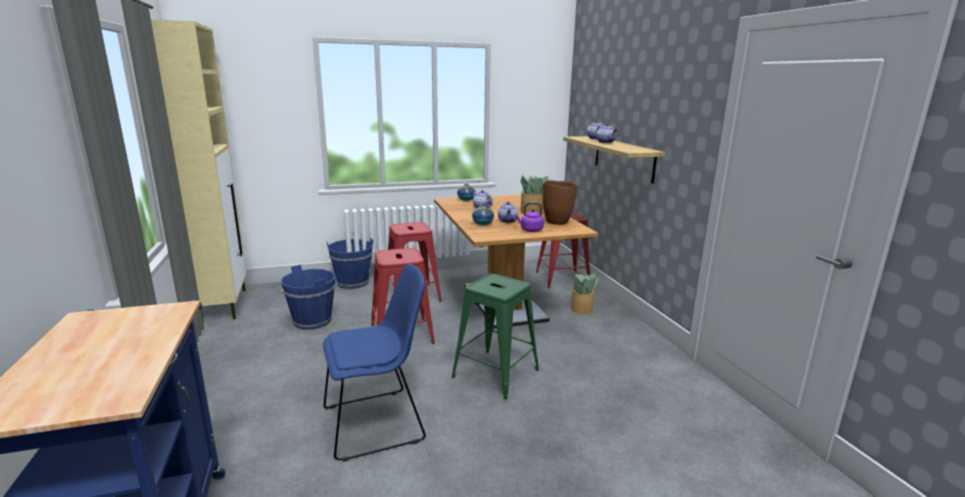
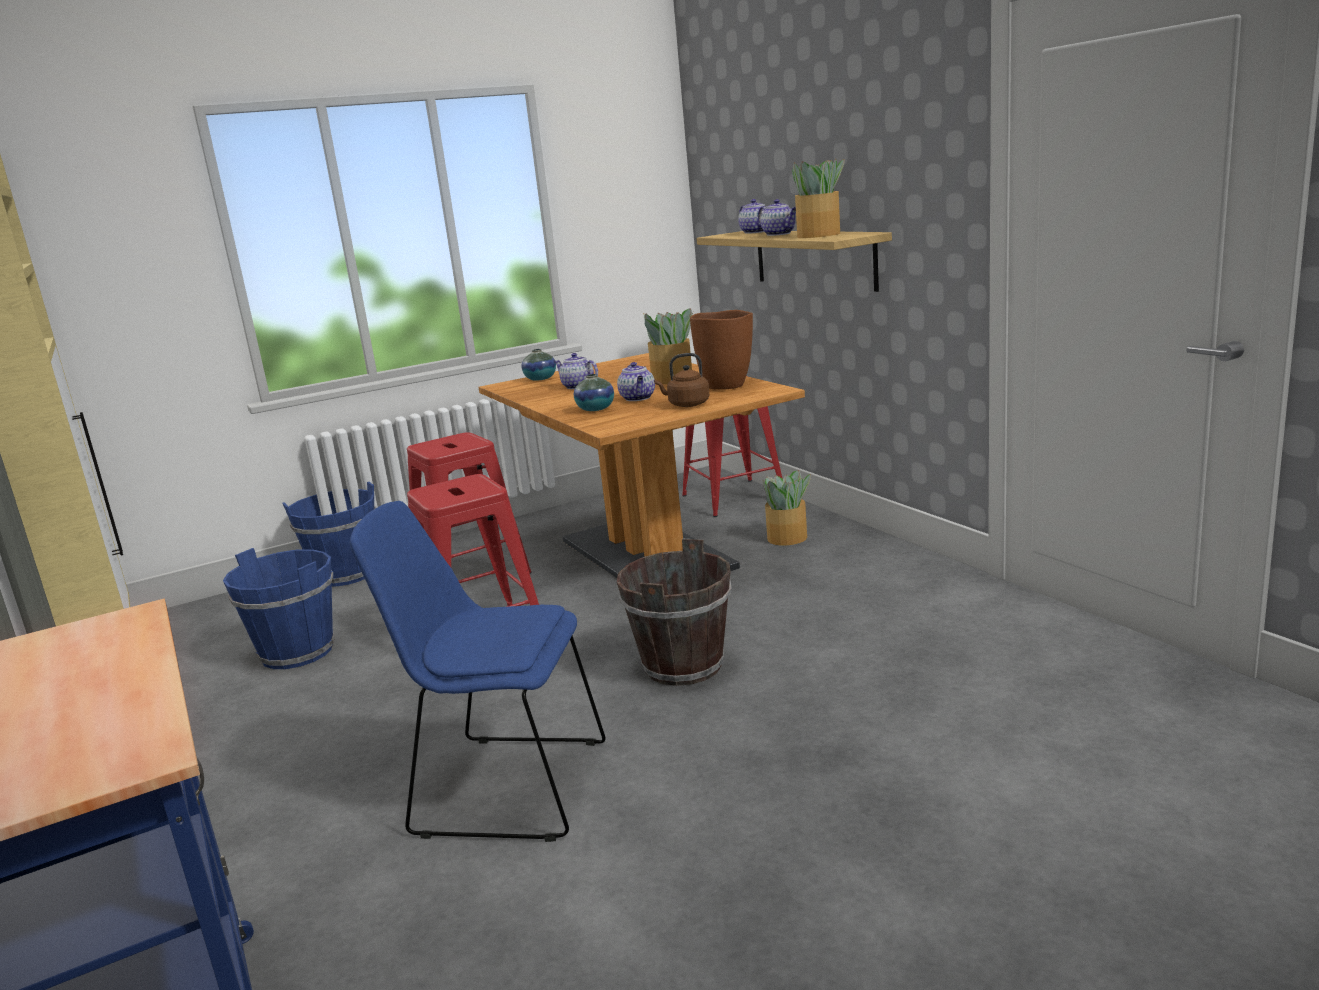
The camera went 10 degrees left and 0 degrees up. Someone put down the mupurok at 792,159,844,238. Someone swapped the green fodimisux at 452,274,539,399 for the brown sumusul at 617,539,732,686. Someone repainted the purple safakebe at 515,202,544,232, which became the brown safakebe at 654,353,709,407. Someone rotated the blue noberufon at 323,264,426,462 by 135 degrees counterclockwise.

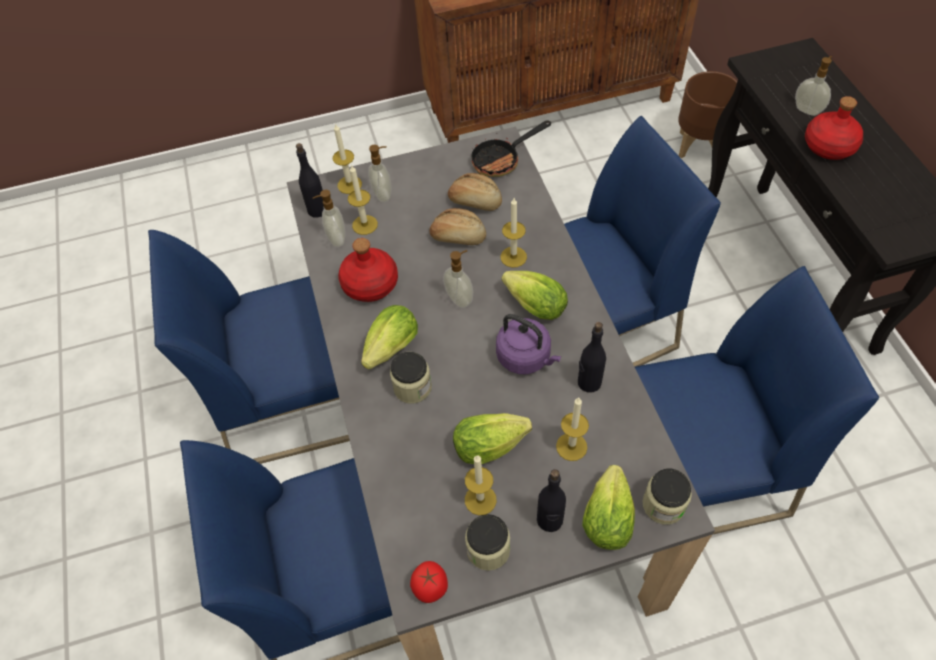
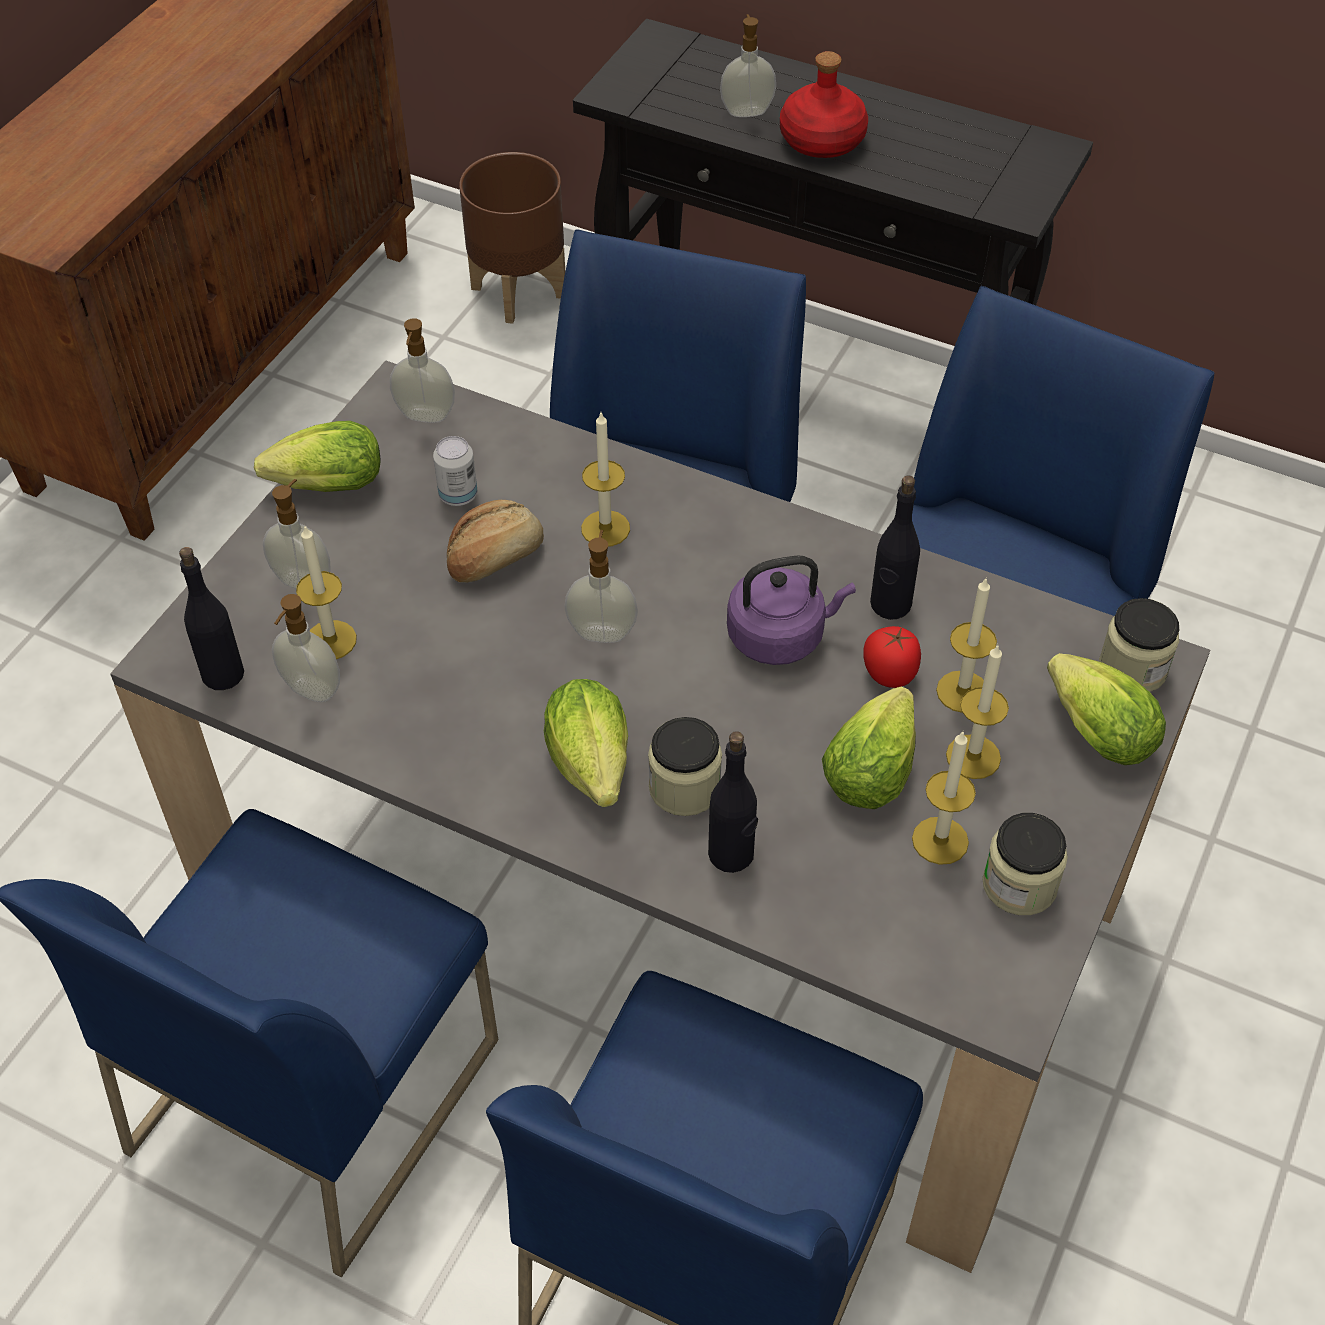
The camera went 50 degrees left and 5 degrees down. Someone took away the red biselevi at 338,238,398,302. Someone carried the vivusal from 333,123,362,194 to 946,644,1009,779. Someone carried the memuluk from 410,561,448,603 to 863,626,921,688. Someone carried the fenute from 502,271,568,320 to 254,421,381,492. Someone carried the black biselevi from 537,469,566,532 to 708,731,758,873. Someone swapped the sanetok at 448,173,502,211 for the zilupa at 433,436,477,506. Someone swapped the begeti at 471,120,551,177 for the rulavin at 390,318,455,423.

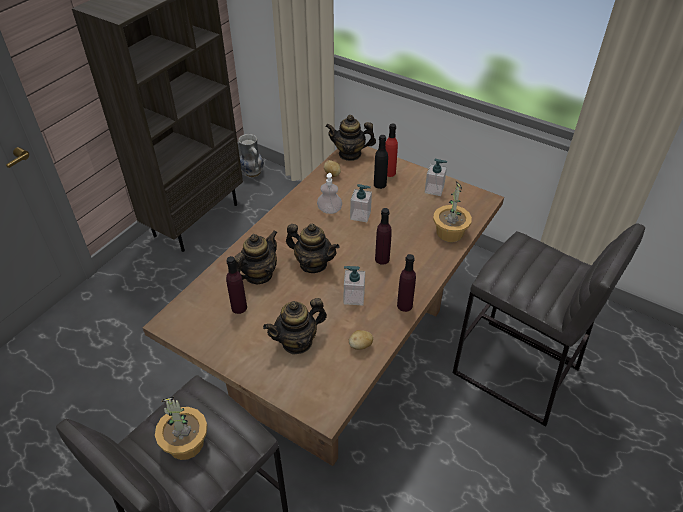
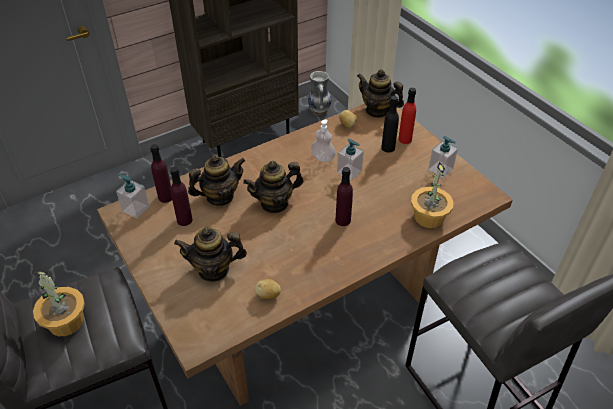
The camera went 25 degrees right and 0 degrees up. Someone carried the rulavin from 344,266,365,305 to 116,174,150,218. Someone carried the purple biselevi from 397,254,416,312 to 150,144,172,203. Someone rotated the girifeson at 286,223,339,273 by 105 degrees clockwise.

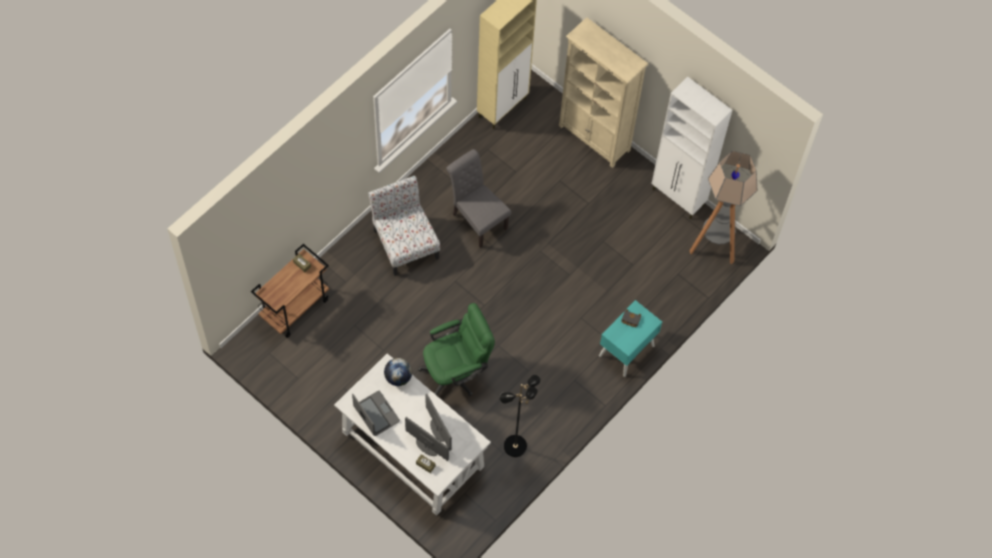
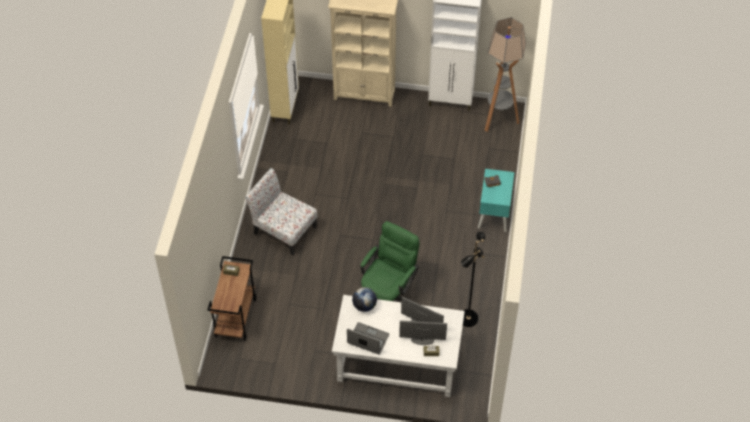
The camera went 30 degrees left and 10 degrees down. Someone took away the grey noberufon at 446,149,511,248.

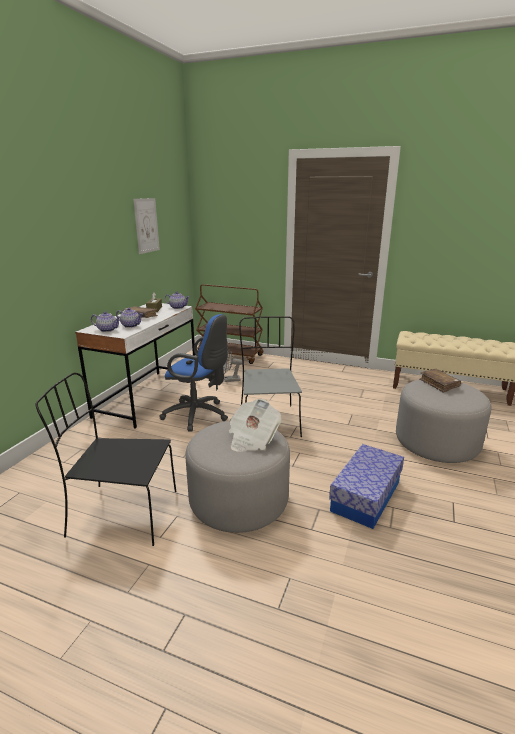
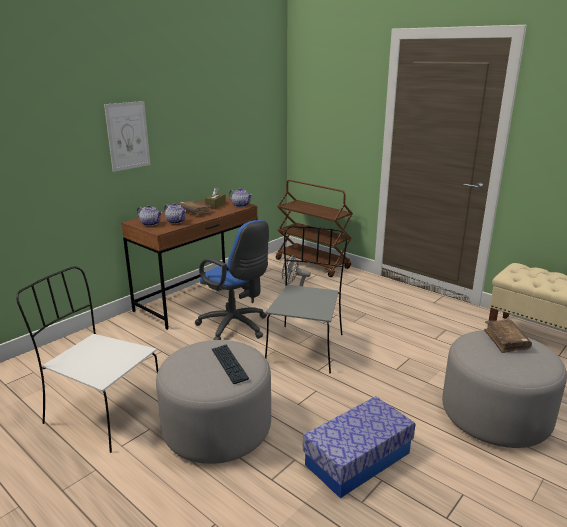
The camera went 20 degrees right and 0 degrees up. Someone carried the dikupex from 133,198,160,254 to 104,101,151,172. Someone swapped the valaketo at 228,399,282,452 for the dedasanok at 212,345,249,384. Someone repainted the black noberufon at 35,373,176,546, which became the white noberufon at 16,266,158,453. Someone repainted the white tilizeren at 75,303,195,429, which became the brown tilizeren at 121,198,258,330.

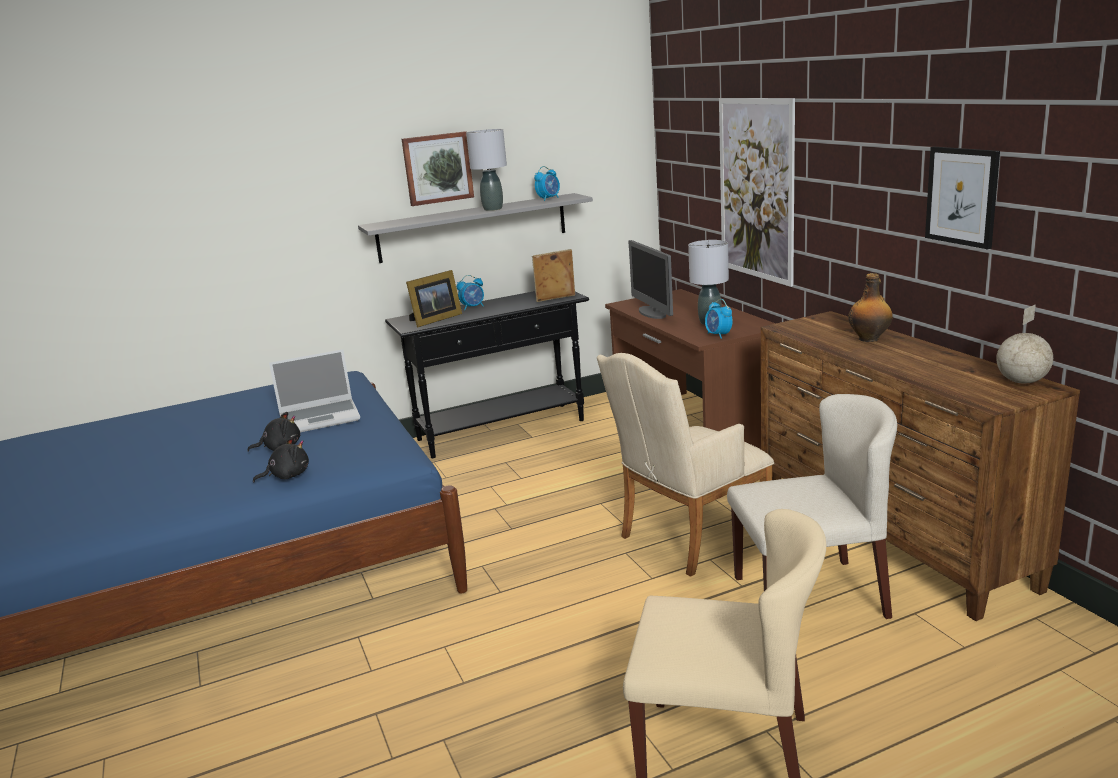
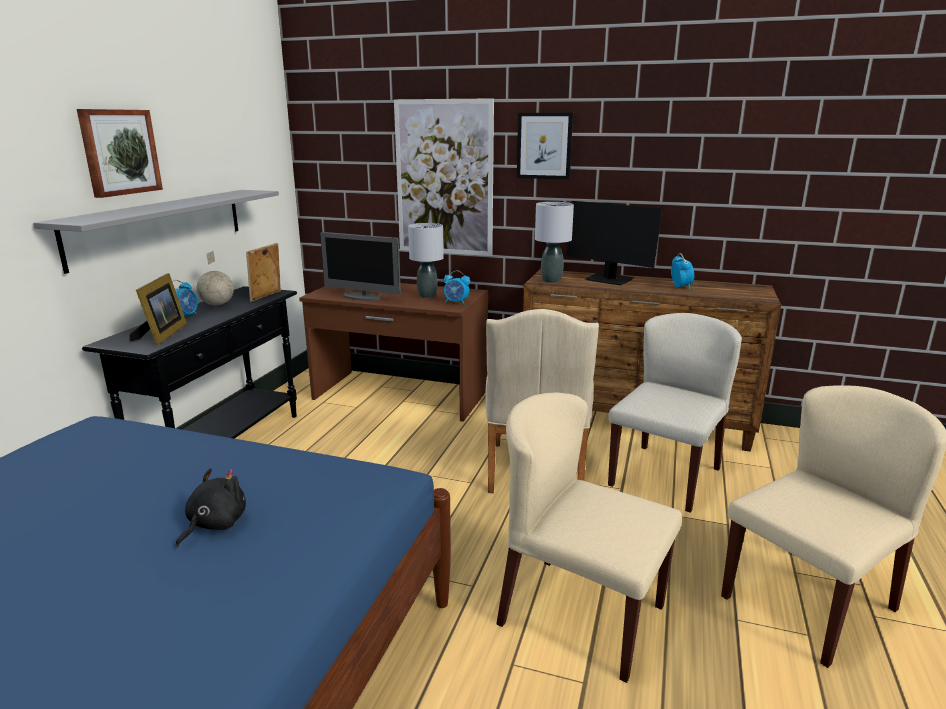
The camera went 50 degrees left and 0 degrees up. Someone took away the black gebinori at 253,437,309,482. Someone took away the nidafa at 269,349,360,432. Someone put down the beige noberufon at 496,392,682,683. Someone carried the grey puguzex from 466,129,507,211 to 535,202,574,283. Someone carried the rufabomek from 534,166,560,201 to 671,253,694,290. Someone carried the dikupex from 925,147,1000,249 to 517,113,573,179. Someone carried the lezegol from 996,304,1053,384 to 197,251,234,306. Someone swapped the biselevi at 848,273,893,342 for the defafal at 566,201,662,285.

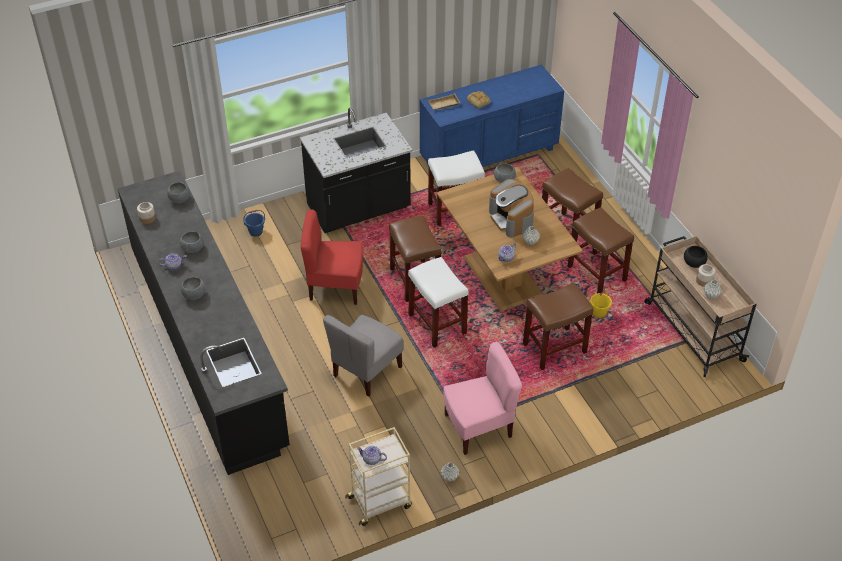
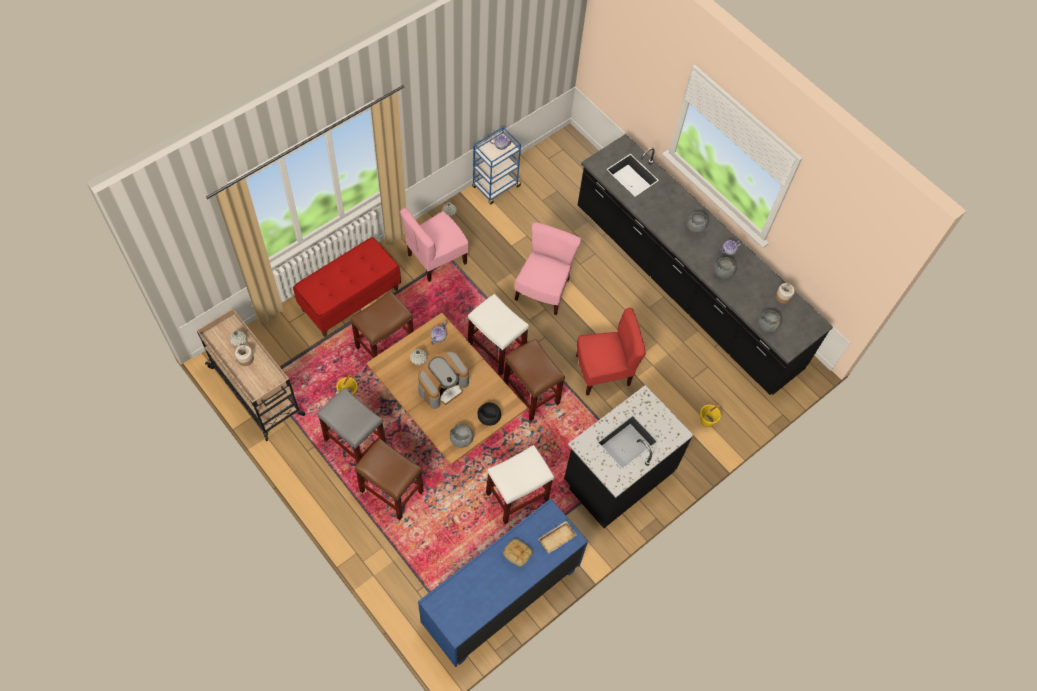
The camera went 160 degrees right and 15 degrees up. Someone put down the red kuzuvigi at 293,237,401,337. Someone carried the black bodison from 684,246,708,268 to 477,402,501,426. Someone repainted the blue sumusul at 243,210,265,236, which became the yellow sumusul at 700,405,721,427. Someone repainted the grey noberufon at 323,315,403,397, which became the pink noberufon at 515,222,581,315. Someone repainted the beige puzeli at 345,427,412,526, which became the blue puzeli at 472,127,522,205. Someone repainted the brown fodimisux at 568,207,634,294, which became the grey fodimisux at 317,388,386,464. Someone rotated the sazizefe at 489,179,534,238 by 90 degrees clockwise.

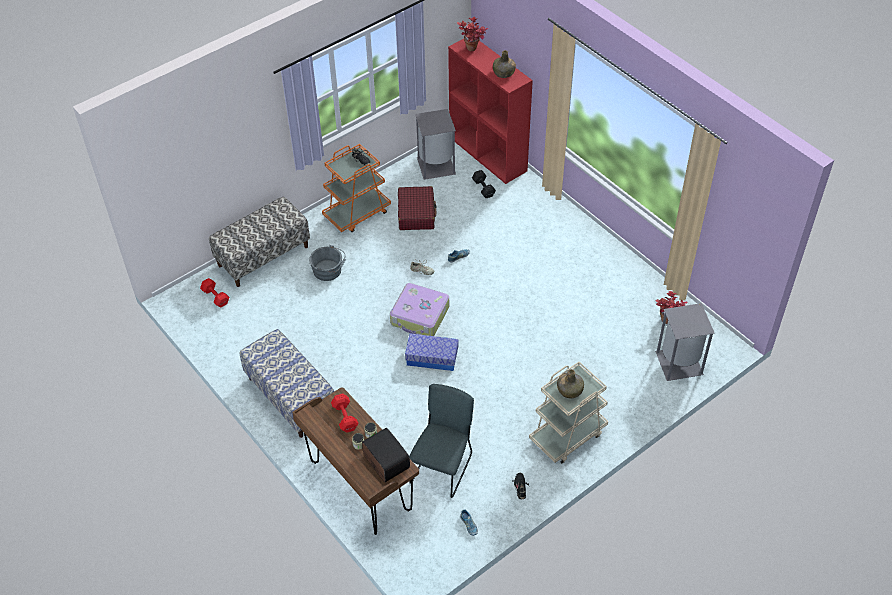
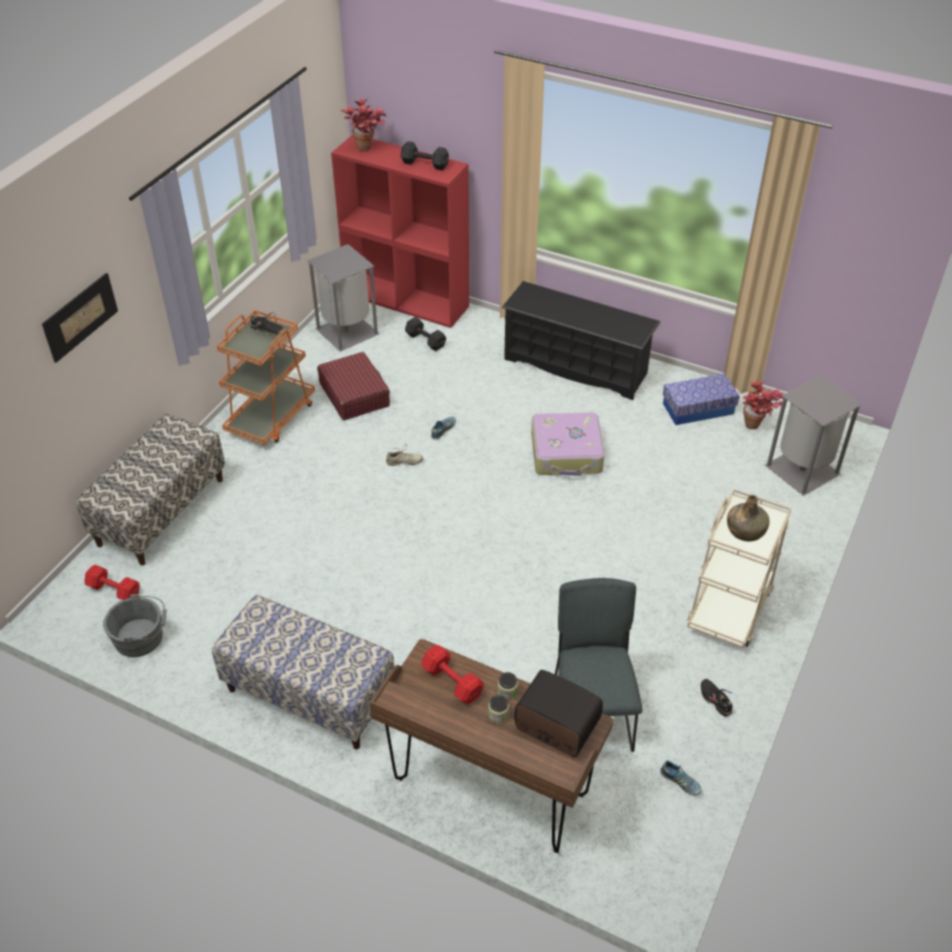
The camera went 25 degrees left and 5 degrees down. Someone put up the dikupex at 42,273,118,363. Someone put down the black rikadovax at 502,281,661,400. Someone carried the grey sumusul from 309,245,346,281 to 103,594,167,657. Someone carried the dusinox from 390,283,449,336 to 531,412,605,476. Someone carried the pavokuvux from 405,333,459,371 to 663,374,740,425. Someone swapped the green biselevi at 493,50,516,78 for the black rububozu at 401,141,449,170.

